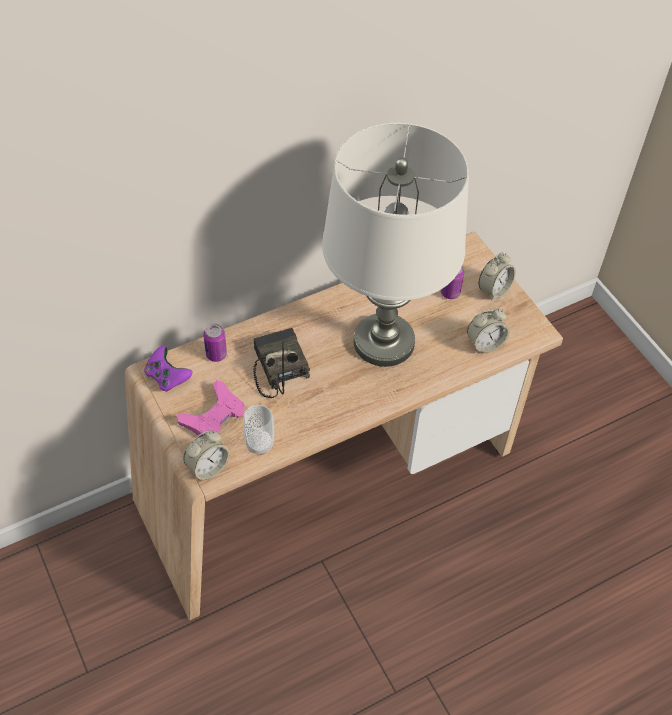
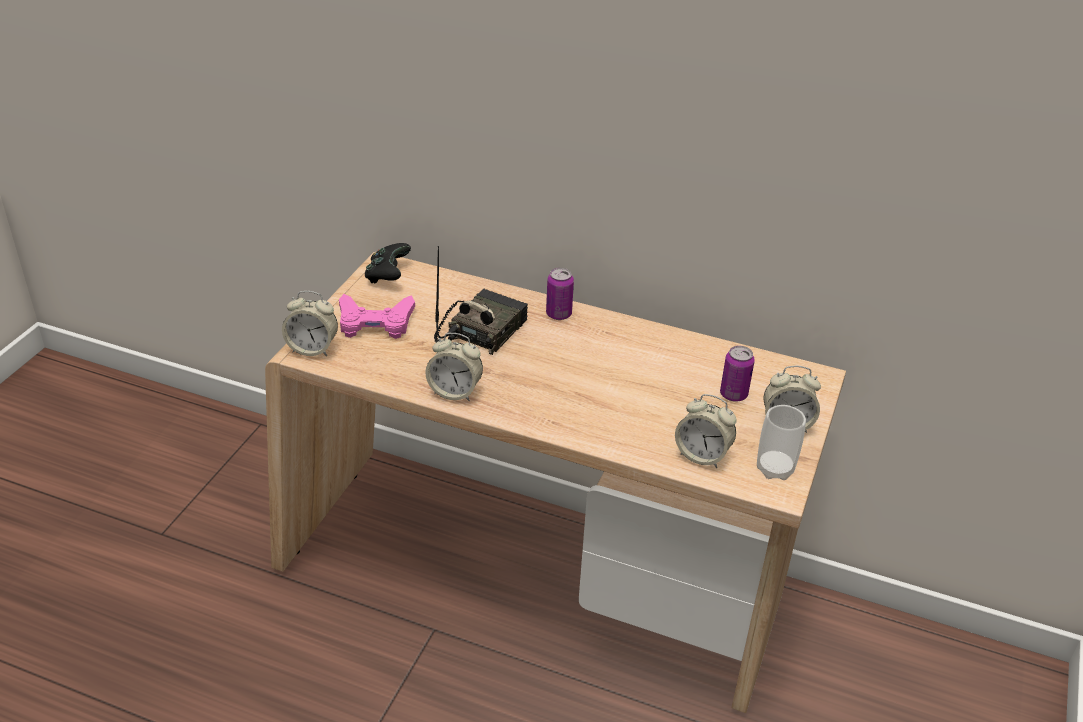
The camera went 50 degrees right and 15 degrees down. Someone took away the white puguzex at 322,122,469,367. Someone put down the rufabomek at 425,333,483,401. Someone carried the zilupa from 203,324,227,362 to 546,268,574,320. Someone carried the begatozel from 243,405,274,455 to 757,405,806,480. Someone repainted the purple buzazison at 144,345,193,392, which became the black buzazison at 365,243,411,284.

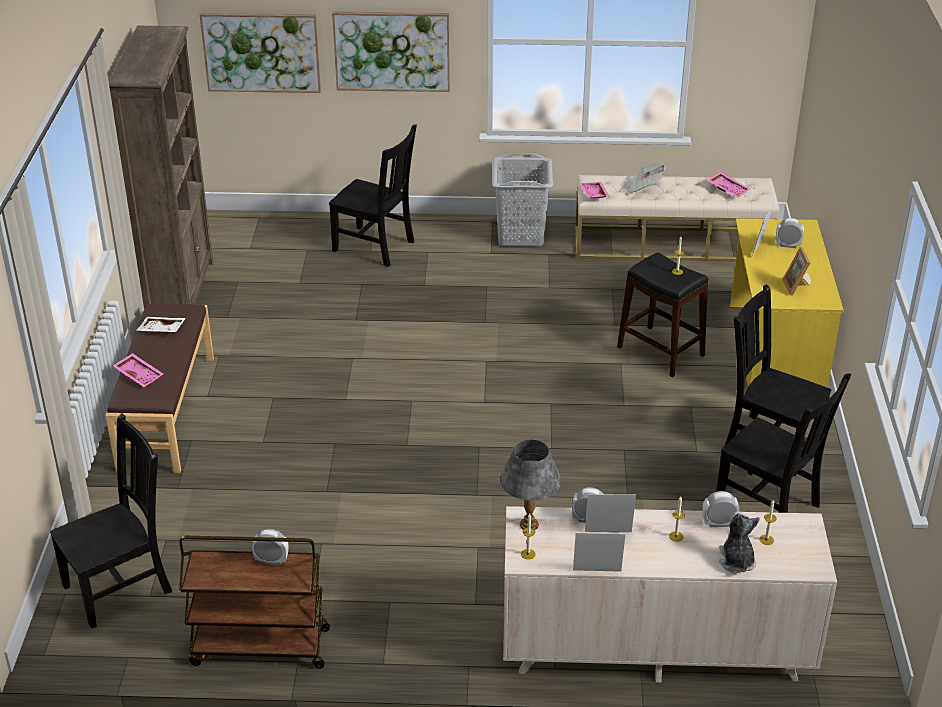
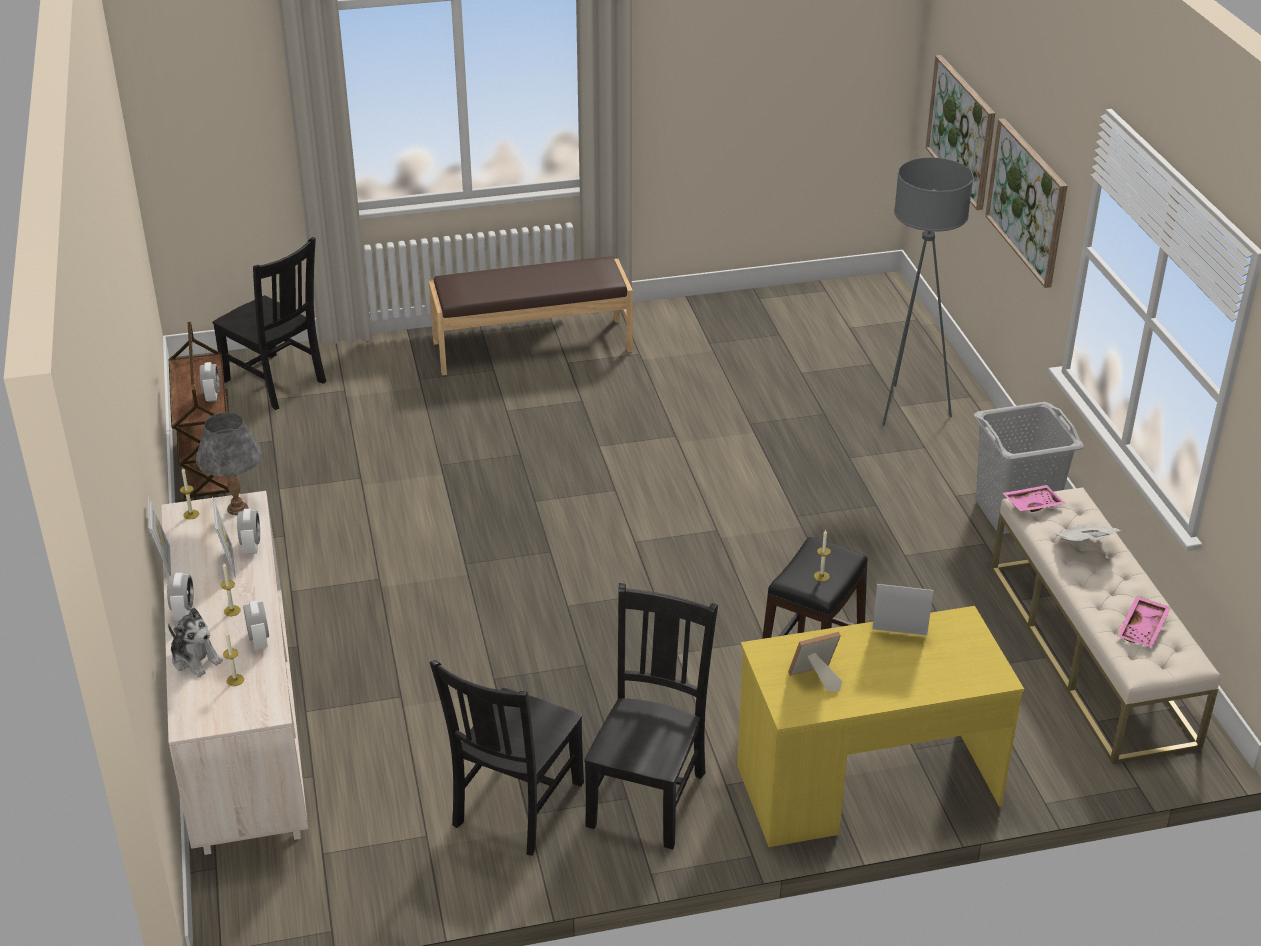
The camera went 75 degrees right and 0 degrees up. Someone took away the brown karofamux at 109,26,213,309. Someone took away the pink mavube at 113,353,163,387. Someone took away the white mavube at 137,317,186,333. Someone carried the rufabomek from 776,218,804,248 to 167,573,194,620. Someone swapped the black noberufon at 329,124,417,267 for the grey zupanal at 882,157,973,426. Someone rotated the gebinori at 719,511,760,572 by 60 degrees clockwise.

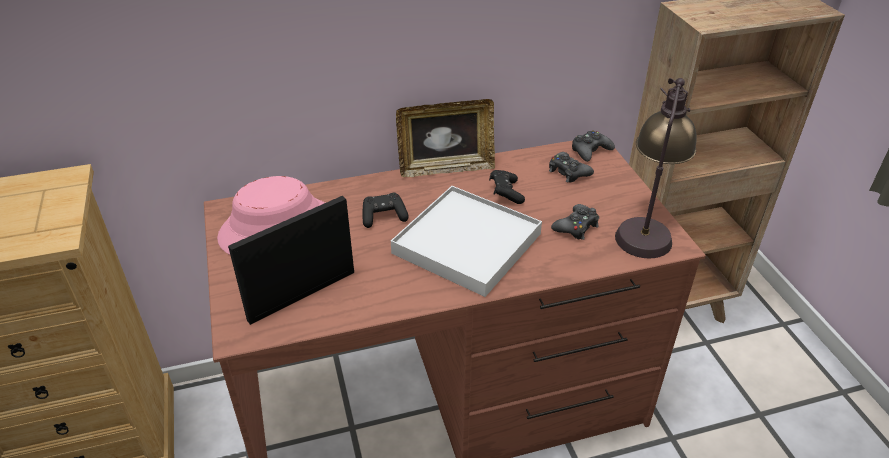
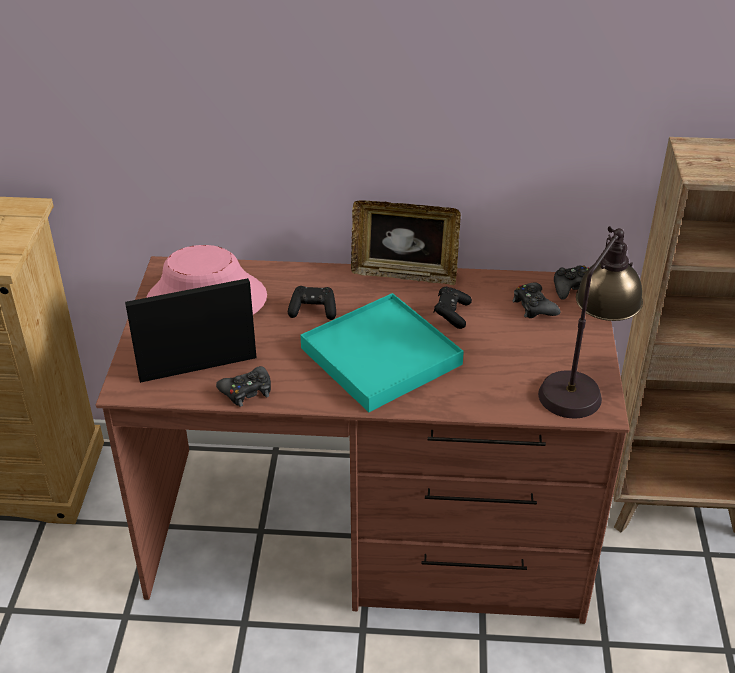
The camera went 20 degrees right and 0 degrees up. Someone carried the black buzazison from 551,204,599,240 to 216,366,271,407. Someone repainted the white mavube at 391,186,542,297, which became the turquoise mavube at 300,293,464,412.

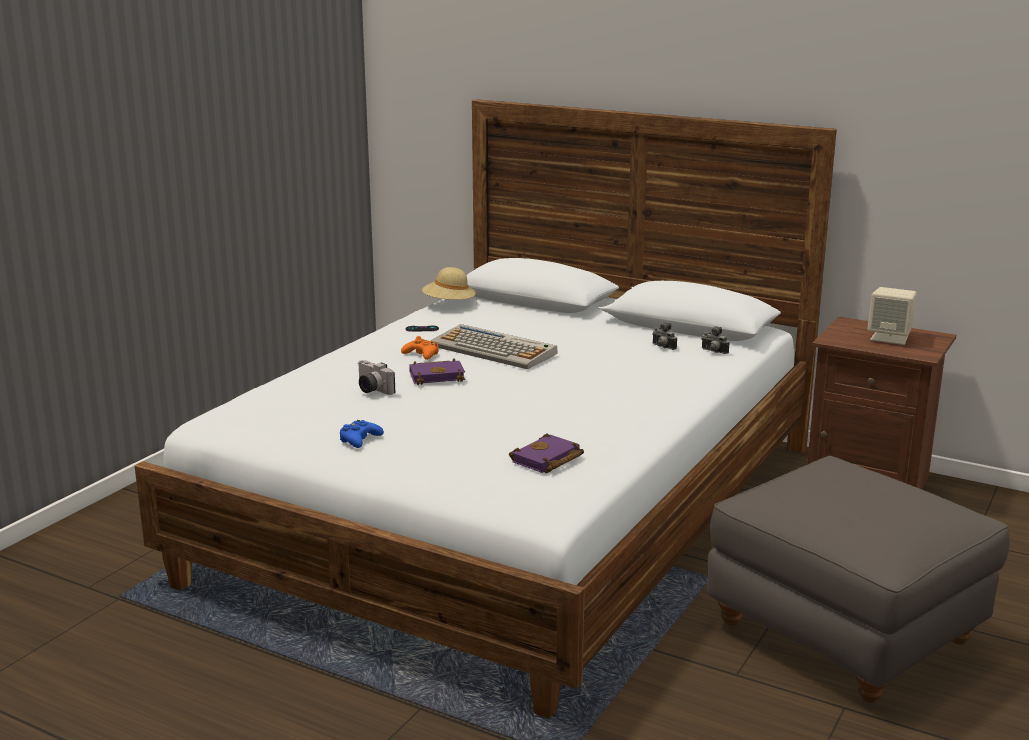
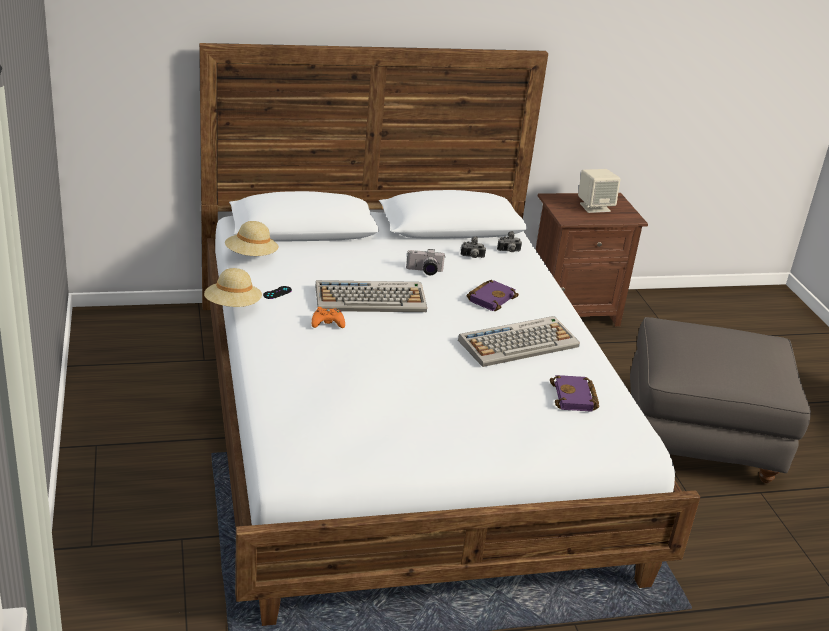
The camera went 45 degrees left and 10 degrees up. Someone took away the blue buzazison at 340,420,384,448. Someone put down the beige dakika at 204,268,262,307. Someone put down the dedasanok at 458,316,580,367. Someone carried the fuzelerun from 358,360,395,395 to 406,249,445,275. Someone carried the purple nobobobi from 409,359,465,385 to 467,280,519,311.

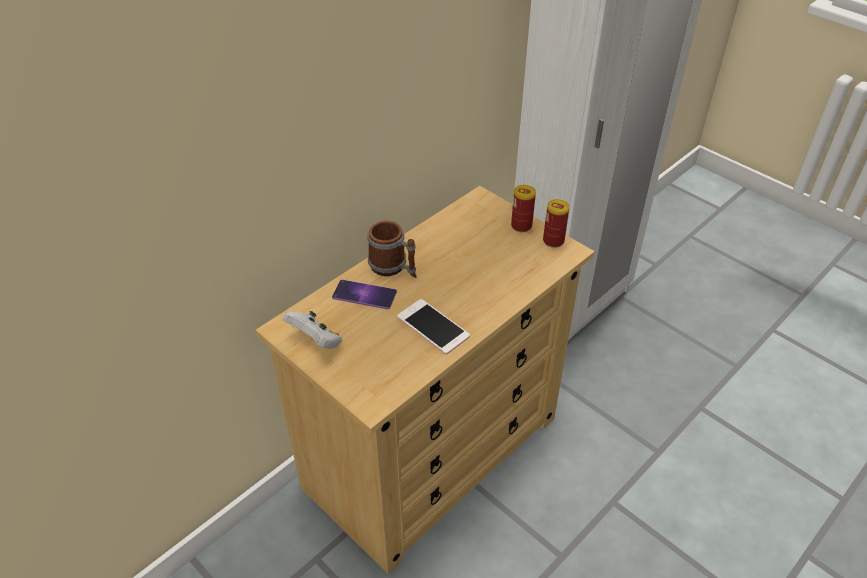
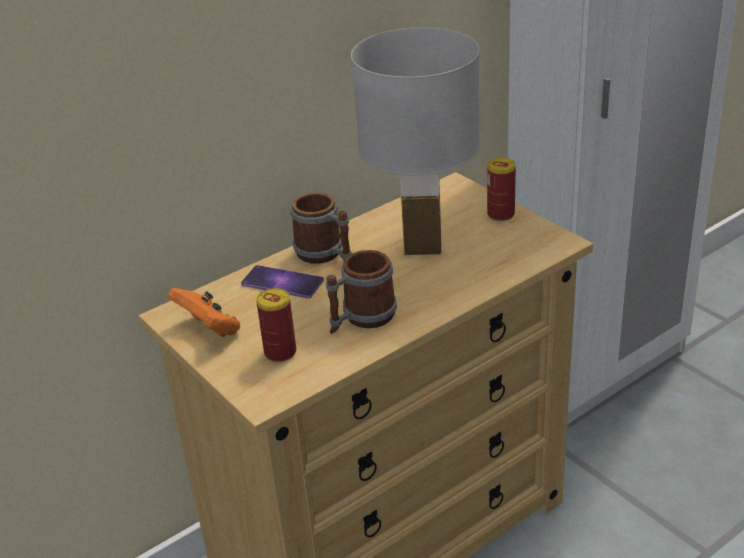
The camera went 10 degrees right and 10 degrees down. Someone put down the white puguzex at 351,27,480,255. Someone carried the zilupa from 543,199,570,248 to 256,288,296,362. Someone swapped the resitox at 397,299,470,355 for the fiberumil at 326,250,397,334. Someone repainted the white buzazison at 283,311,342,349, which became the orange buzazison at 168,288,240,337.

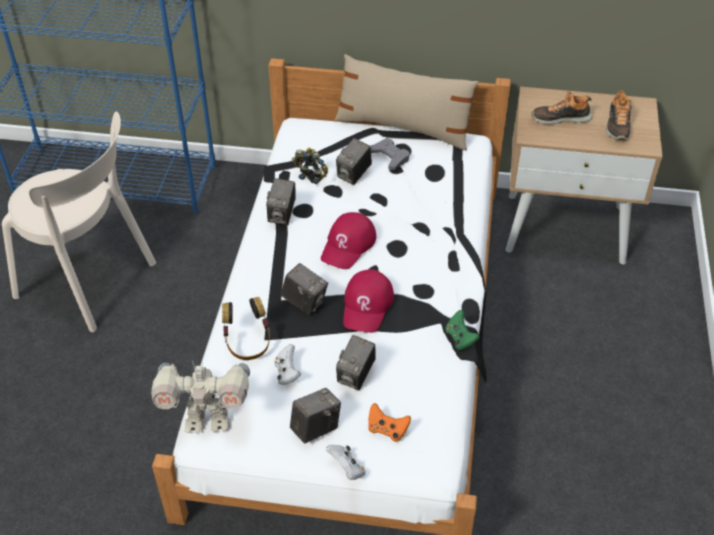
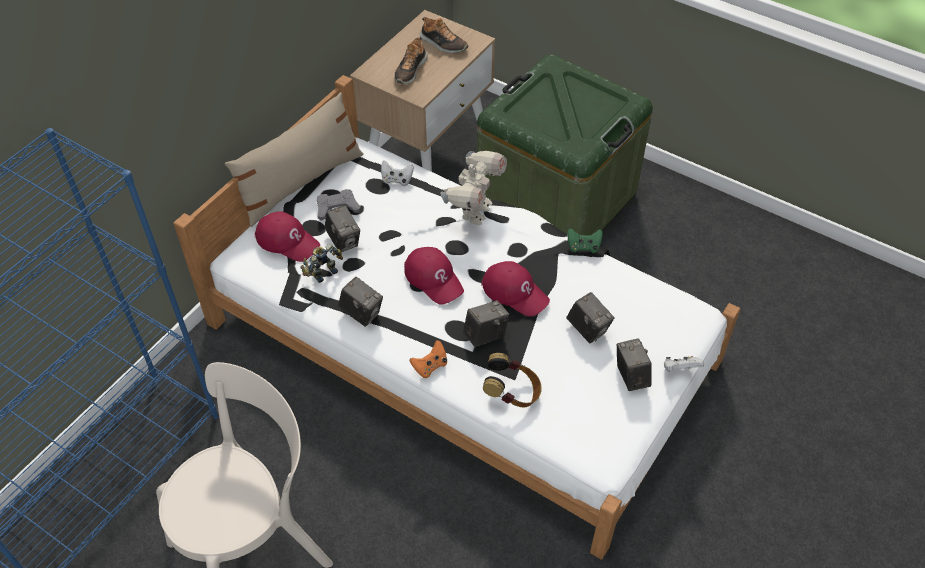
The camera went 65 degrees left and 5 degrees up. Someone put down the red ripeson at 255,211,320,262. Someone put down the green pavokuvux at 477,55,653,236. Someone carried the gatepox from 151,360,250,434 to 441,151,507,225. Someone carried the white buzazison from 274,344,301,385 to 381,160,414,186. Someone carried the orange buzazison from 368,403,411,442 to 410,340,447,378.

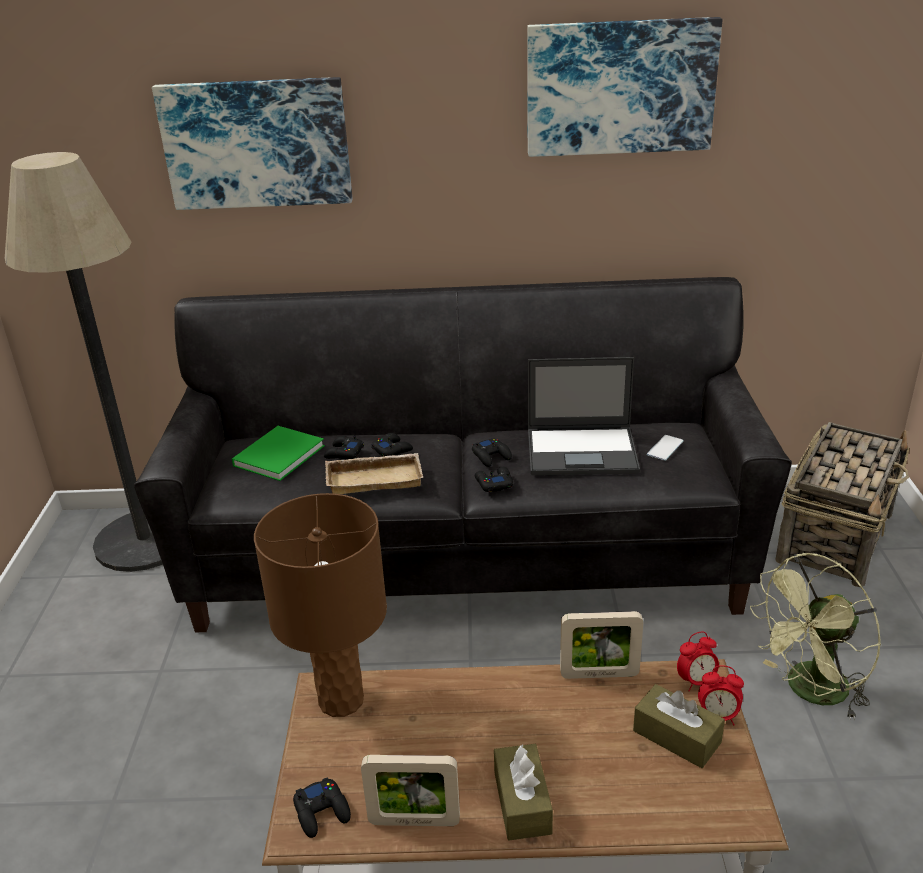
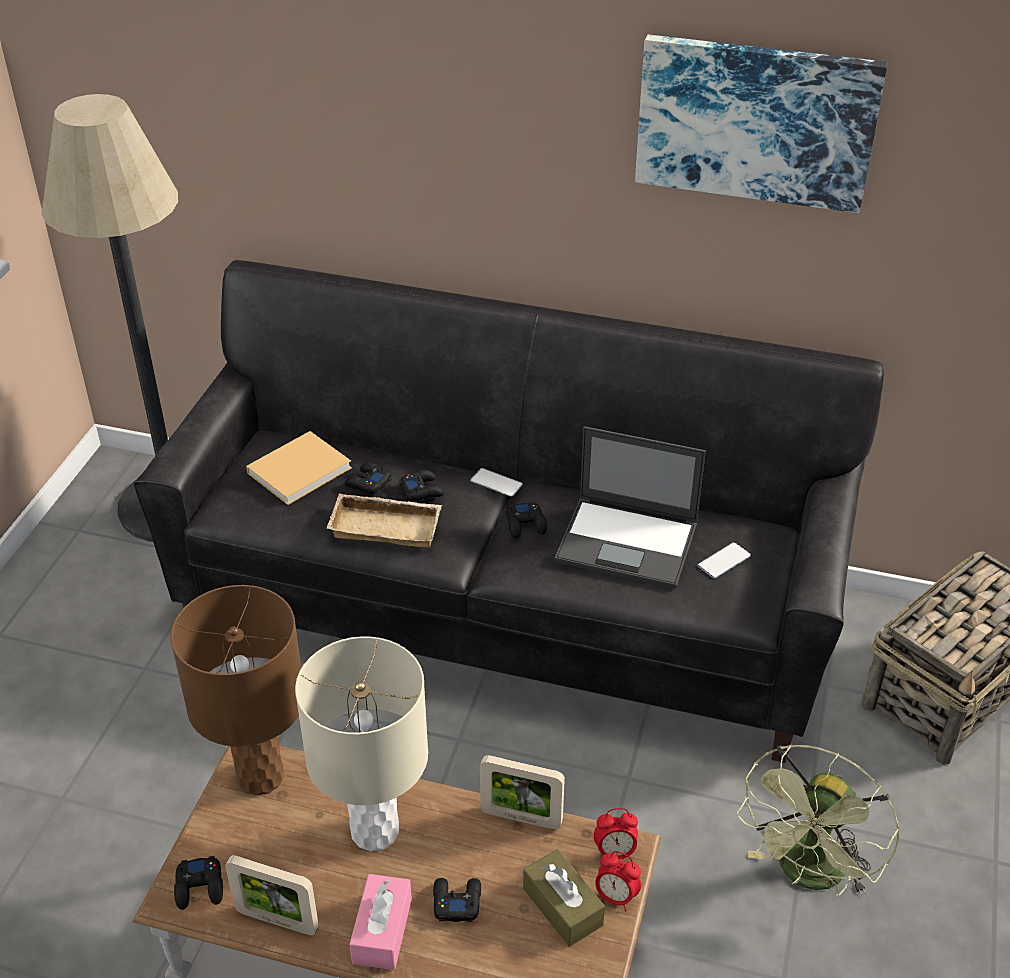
The camera went 15 degrees right and 10 degrees up. Someone took away the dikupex at 152,77,353,210. Someone put down the beige puguzex at 295,636,428,851. Someone put down the resitox at 470,468,523,497. Someone carried the black buzazison from 475,467,513,492 to 433,878,481,922. Someone repainted the green nobobobi at 232,426,325,481, which became the beige nobobobi at 246,431,352,505. Someone repainted the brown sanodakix at 494,744,553,840, which became the pink sanodakix at 349,874,412,970. Someone rotated the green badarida at 750,553,881,721 by 45 degrees counterclockwise.

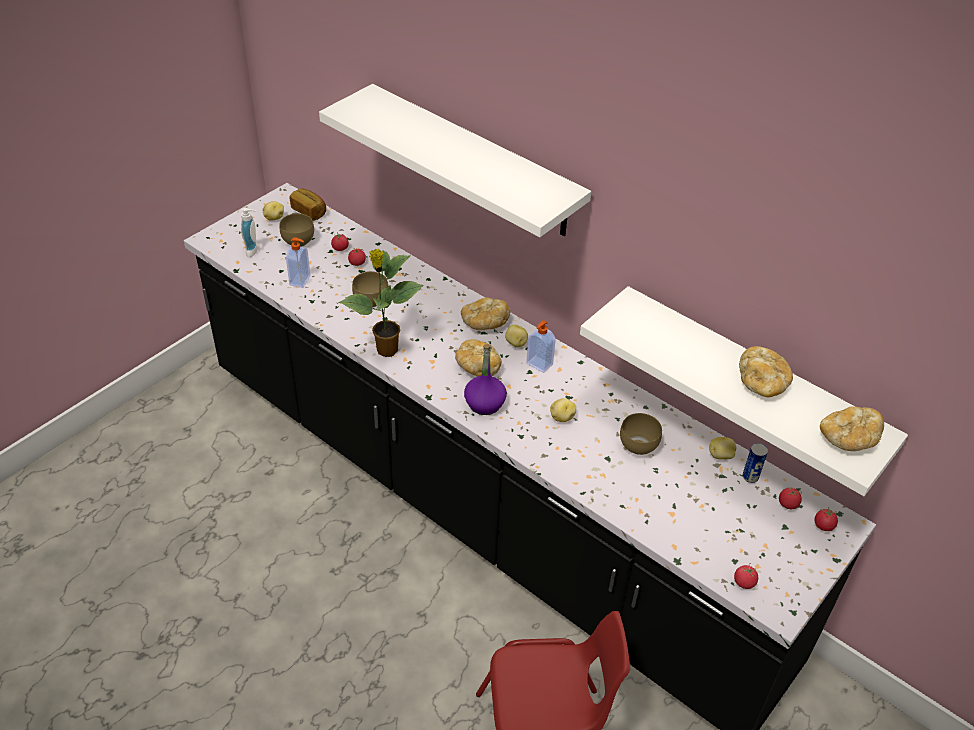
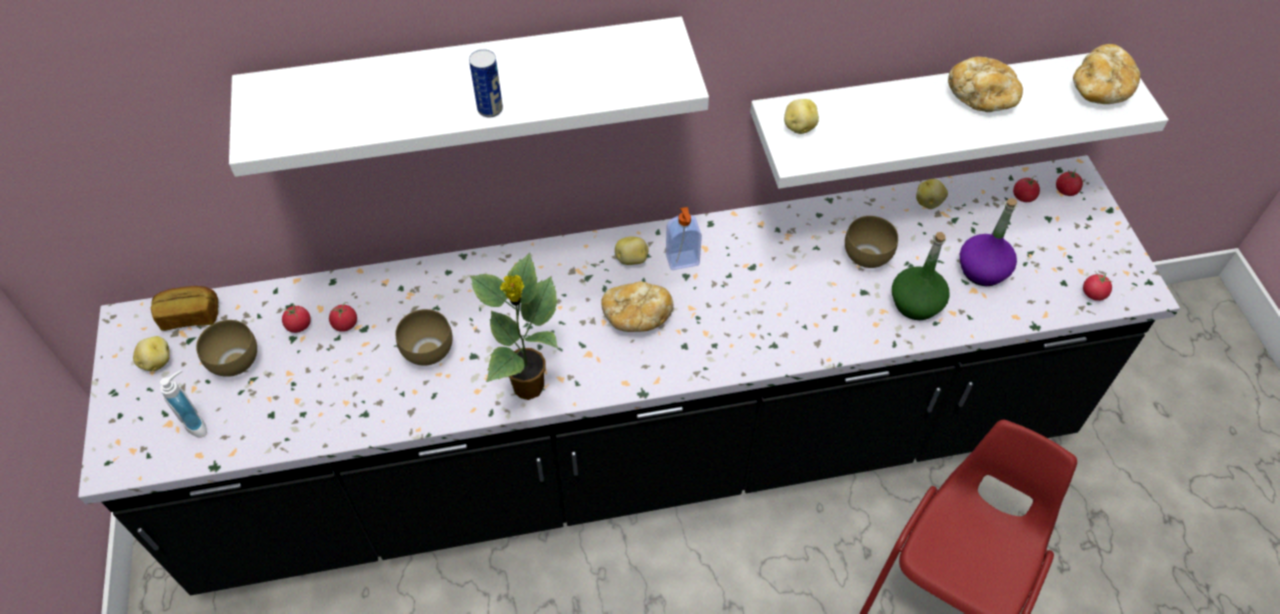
The camera went 50 degrees left and 10 degrees up. Someone took away the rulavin at 286,237,310,288. Someone took away the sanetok at 461,298,510,330. Someone put down the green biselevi at 892,232,950,320. Someone carried the purple biselevi from 464,344,507,415 to 960,198,1018,286. Someone carried the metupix from 550,398,576,422 to 784,99,819,134. Someone carried the zilupa from 743,443,768,483 to 469,49,503,118.

